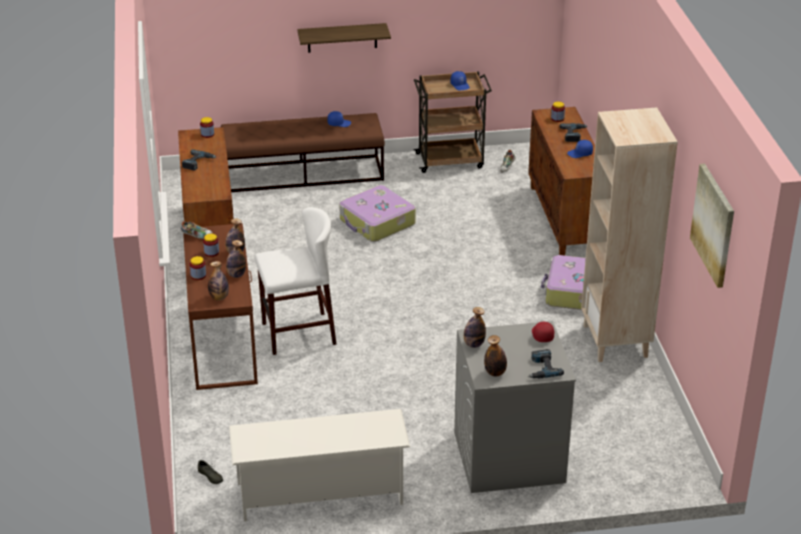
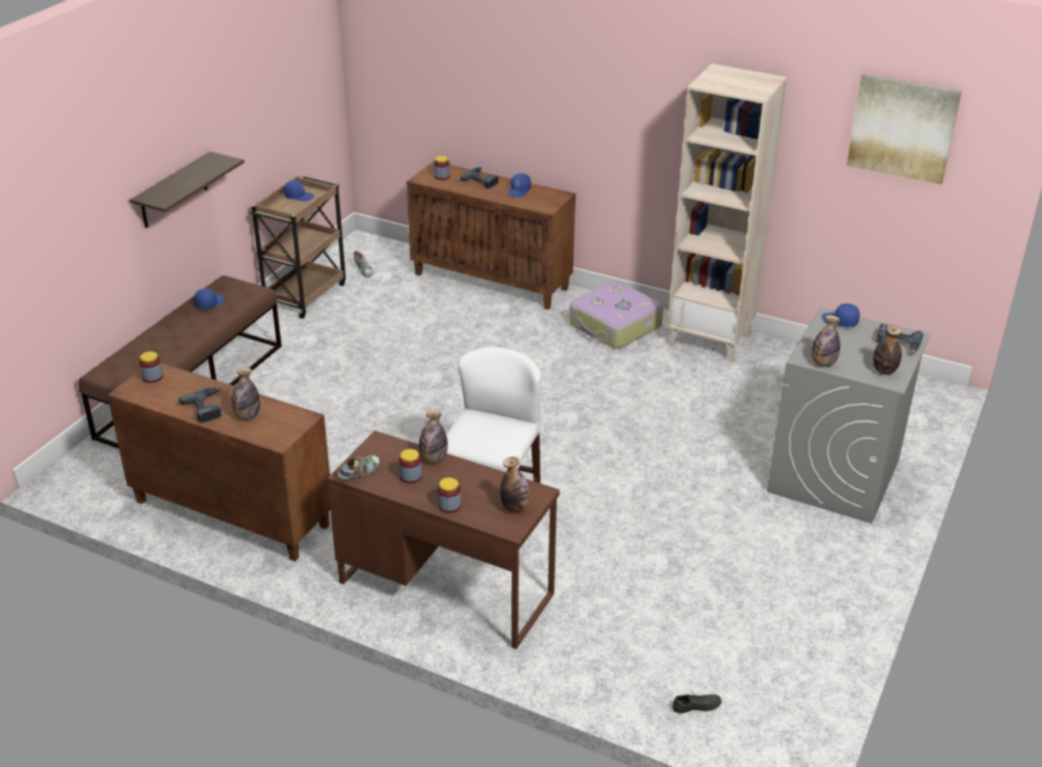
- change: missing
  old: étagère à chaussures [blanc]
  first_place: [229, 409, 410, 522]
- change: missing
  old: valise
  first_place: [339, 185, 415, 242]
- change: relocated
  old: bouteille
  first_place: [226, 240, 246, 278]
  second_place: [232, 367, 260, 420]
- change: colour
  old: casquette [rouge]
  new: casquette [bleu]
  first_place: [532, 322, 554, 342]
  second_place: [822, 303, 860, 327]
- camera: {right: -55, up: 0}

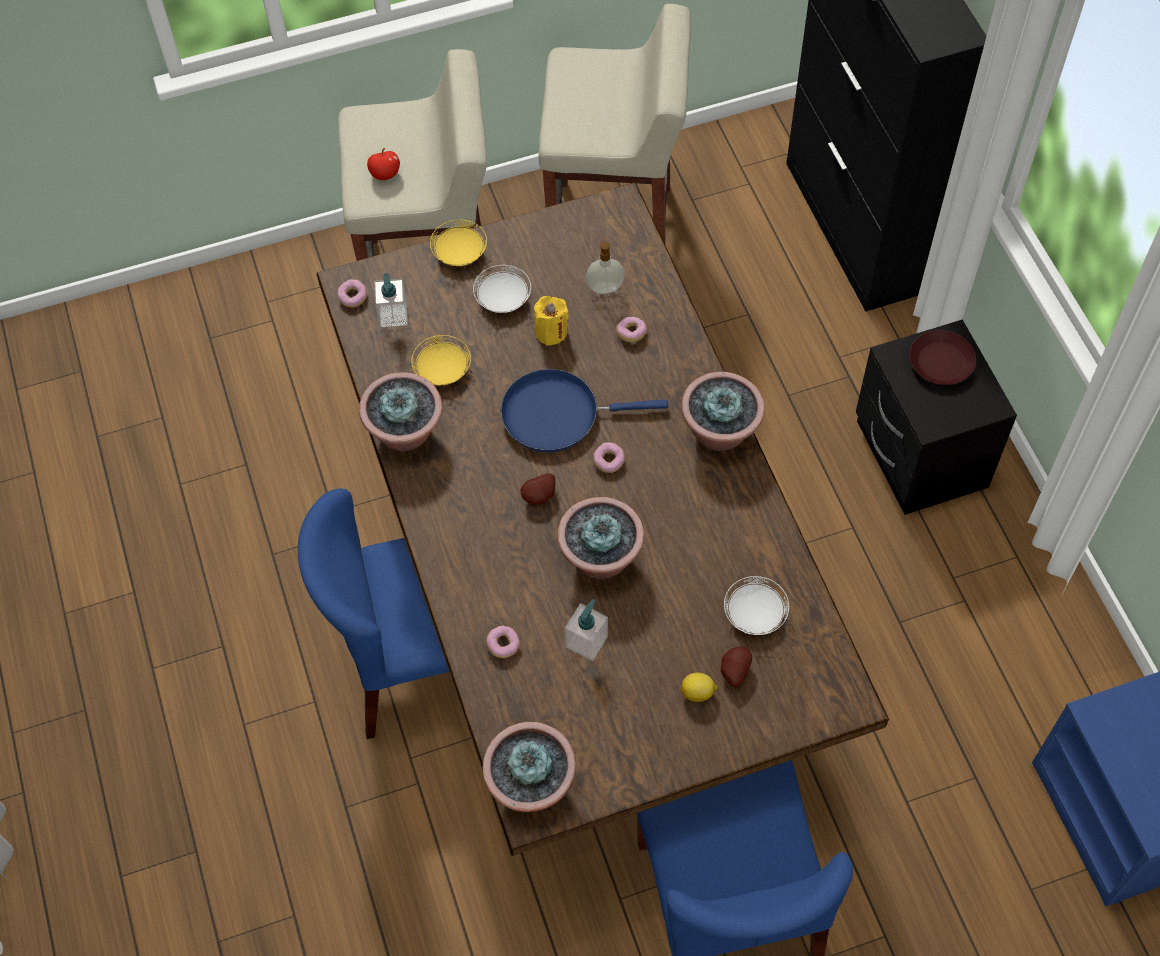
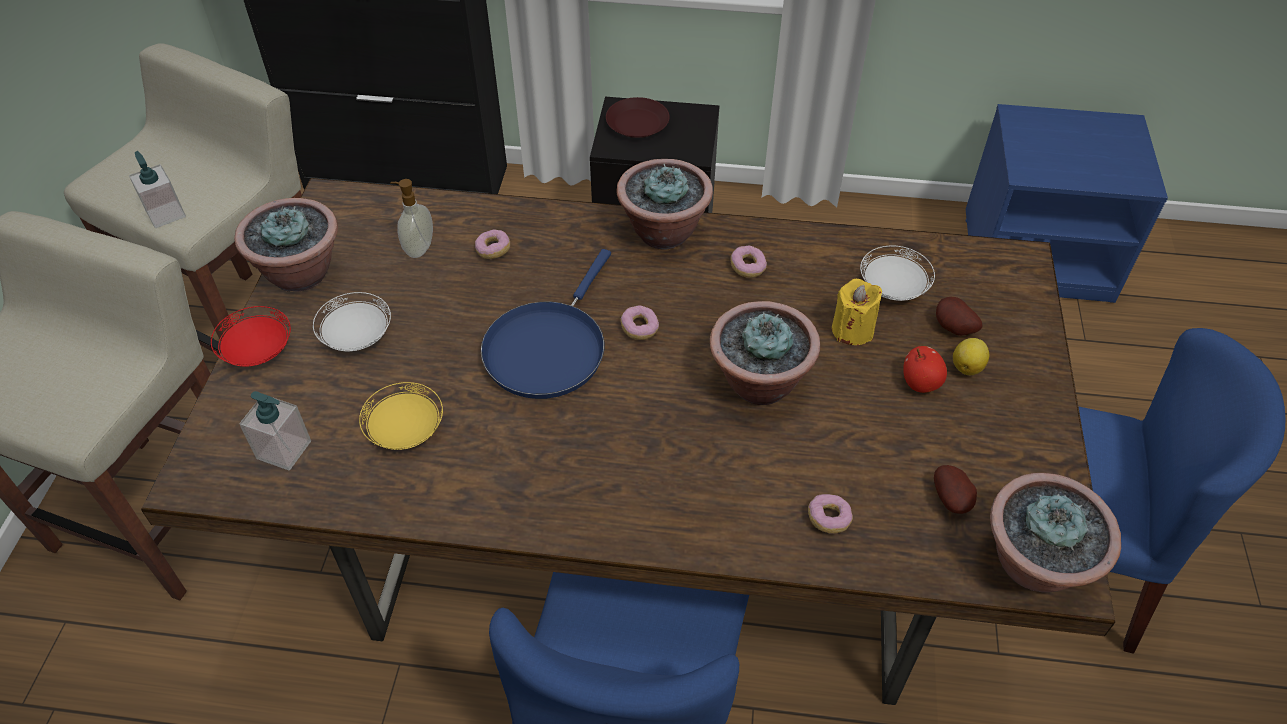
- change: relocated
  old: beignet
  first_place: [337, 279, 367, 308]
  second_place: [730, 246, 767, 278]
- change: relocated
  old: plante en pot
  first_place: [359, 372, 442, 451]
  second_place: [234, 198, 338, 292]
- change: relocated
  old: pomme
  first_place: [367, 148, 400, 180]
  second_place: [903, 346, 947, 393]
- change: relocated
  old: pomme de terre
  first_place: [520, 473, 555, 505]
  second_place: [934, 465, 977, 514]
- change: relocated
  old: bougie [jaune]
  first_place: [534, 296, 569, 345]
  second_place: [832, 279, 882, 345]
- change: relocated
  old: distributeur de savon
  first_place: [565, 599, 608, 661]
  second_place: [129, 151, 186, 228]
- change: colour
  old: assiette [jaune]
  new: assiette [rouge]
  first_place: [430, 219, 487, 266]
  second_place: [211, 306, 291, 367]
- camera: {right: -65, up: -10}

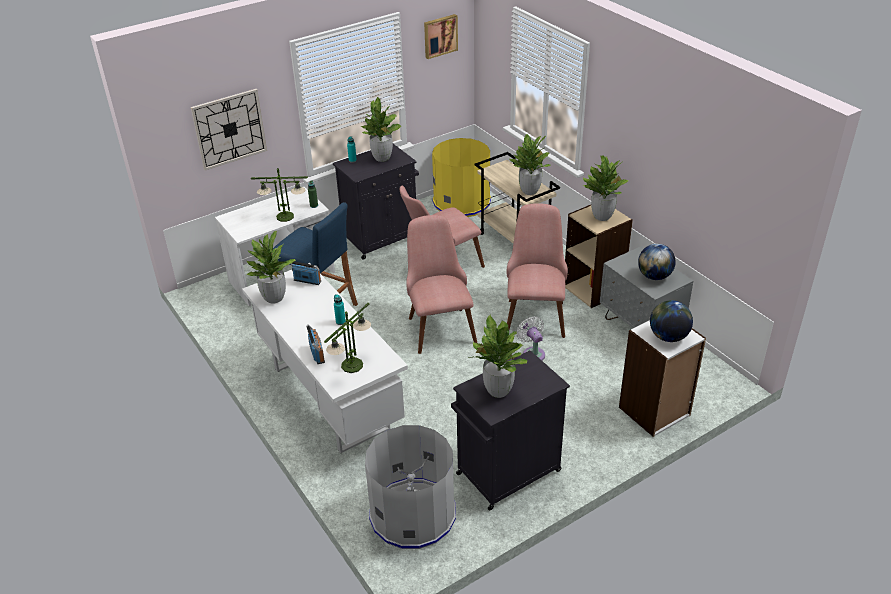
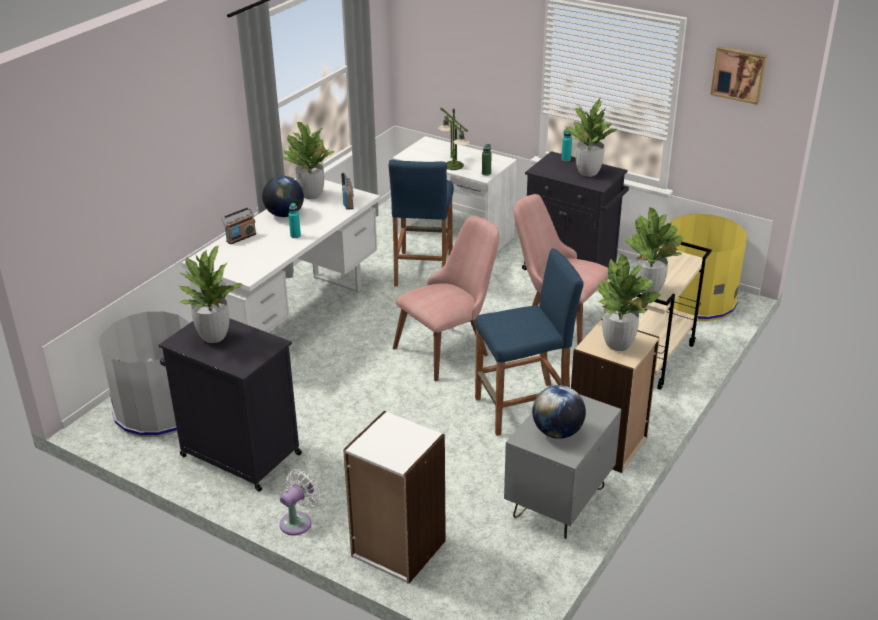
- change: missing
  old: horloge murale
  first_place: [191, 89, 267, 170]
- change: missing
  old: lampe de table
  first_place: [324, 303, 371, 373]
- change: relocated
  old: ventilateur [blanc]
  first_place: [517, 316, 545, 360]
  second_place: [280, 469, 320, 535]
- change: relocated
  old: globe
  first_place: [650, 300, 693, 342]
  second_place: [262, 176, 304, 217]
- change: exchanged
  old: chaise [rose]
  new: tabouret [bleu]
  first_place: [506, 203, 568, 338]
  second_place: [475, 248, 584, 436]
- camera: {right: 65, up: -5}

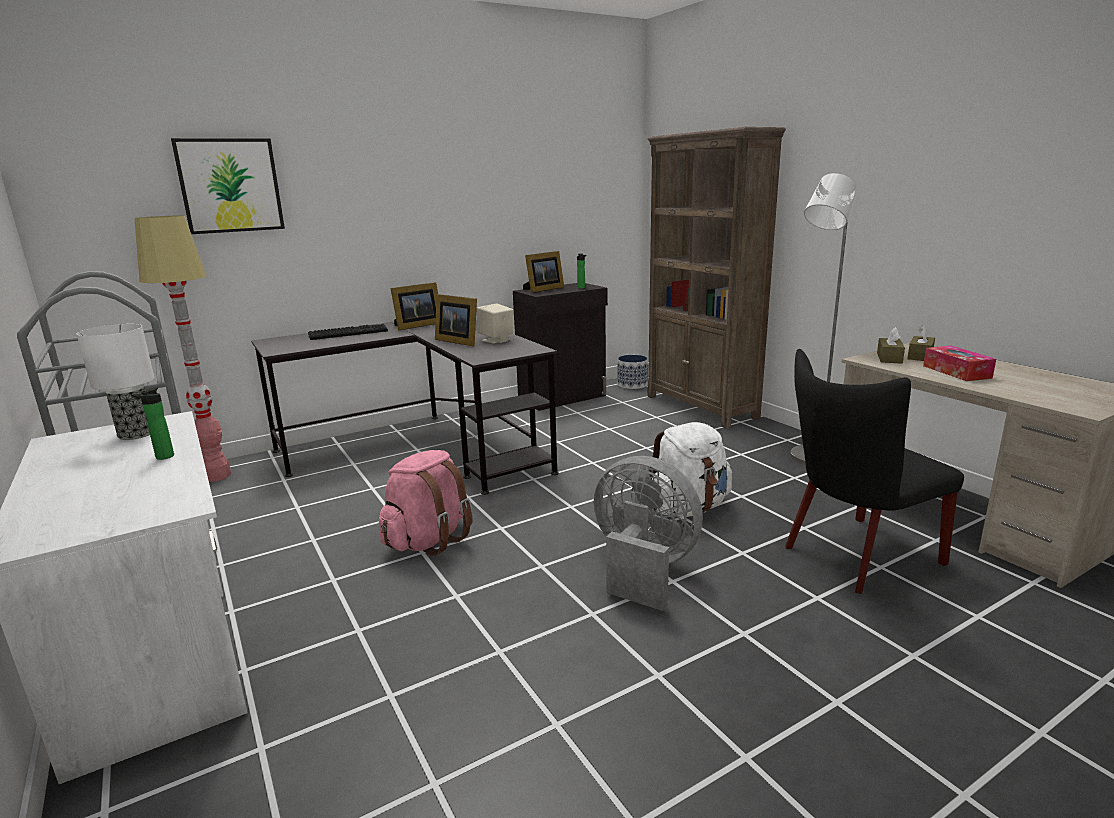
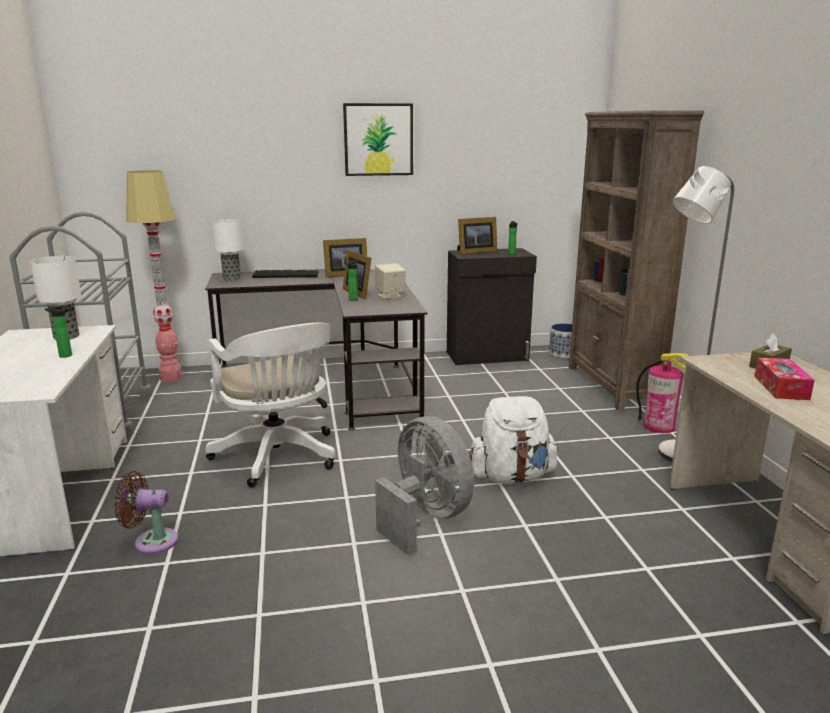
- change: missing
  old: chaise [noir]
  first_place: [785, 349, 964, 594]
- change: missing
  old: boîte à mouchoirs [marron]
  first_place: [877, 327, 905, 364]
- change: appeared
  new: ventilateur [marron]
  second_place: [114, 471, 179, 554]
- change: appeared
  new: lampe de table
  second_place: [212, 219, 244, 281]
- change: appeared
  new: bouteille
  second_place: [344, 261, 358, 301]
- change: appeared
  new: extincteur
  second_place: [636, 353, 690, 433]
- change: relocated
  old: tableau
  first_place: [171, 138, 285, 234]
  second_place: [343, 103, 413, 176]
- change: exchanged
  old: sac à dos [rose]
  new: chaise de bureau [blanc]
  first_place: [379, 450, 473, 556]
  second_place: [206, 323, 336, 488]
- camera: {right: 20, up: 0}

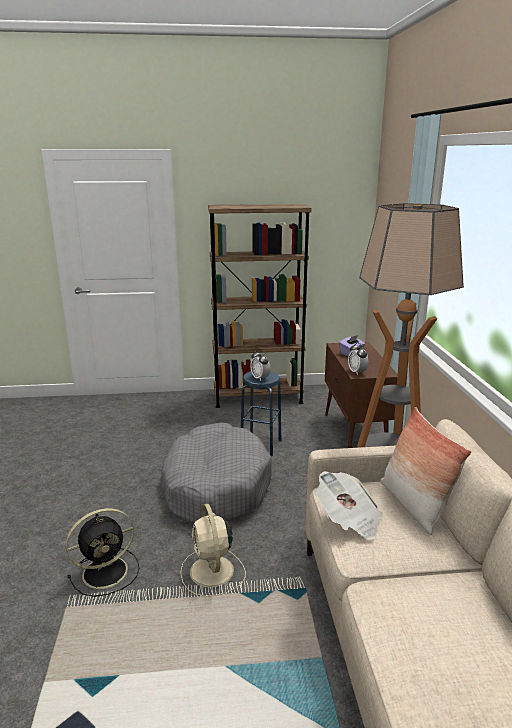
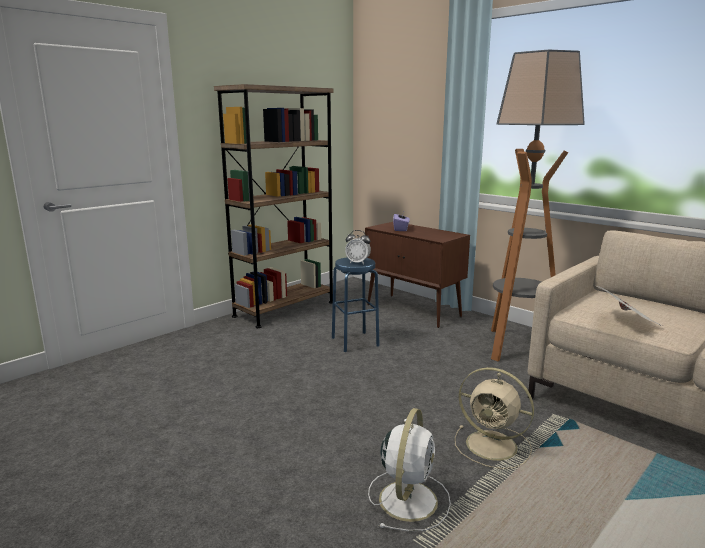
- change: missing
  old: panier pour chien [gris]
  first_place: [161, 422, 272, 524]
- change: missing
  old: réveil
  first_place: [348, 342, 368, 375]
- change: missing
  old: coussin
  first_place: [380, 407, 471, 535]
- change: colour
  old: ventilateur [noir]
  new: ventilateur [blanc]
  first_place: [66, 508, 139, 597]
  second_place: [368, 408, 451, 531]
- camera: {right: -40, up: -5}

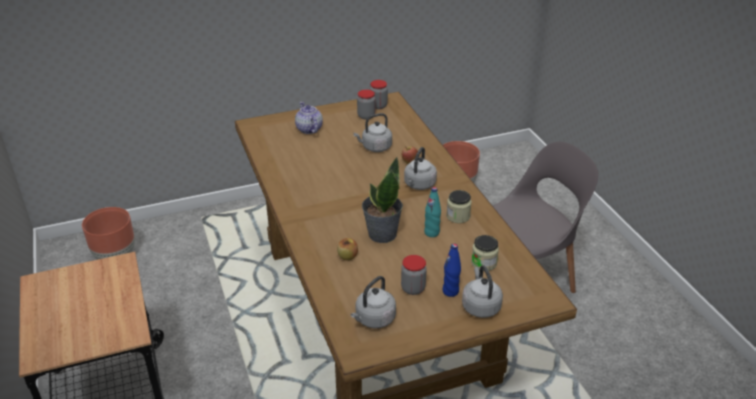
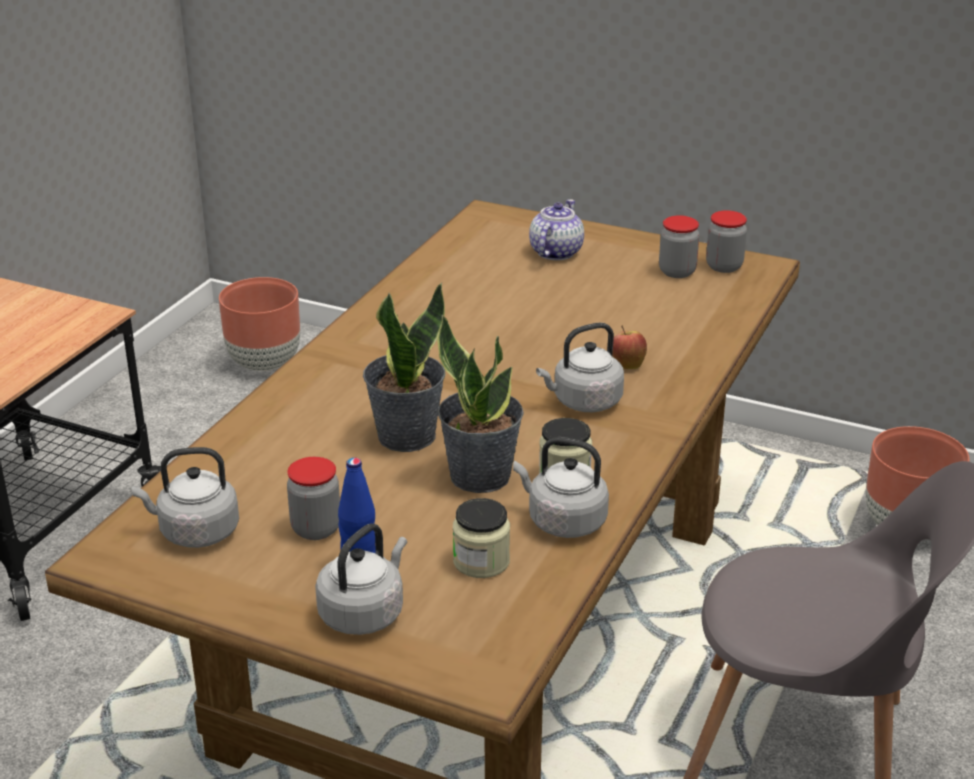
- change: missing
  old: pomme
  first_place: [337, 238, 358, 260]
- change: relocated
  old: bouilloire [gris]
  first_place: [353, 113, 392, 152]
  second_place: [513, 437, 609, 538]
- change: exchanged
  old: bouteille [turquoise]
  new: plante en pot
  first_place: [424, 187, 441, 237]
  second_place: [437, 315, 524, 493]
- camera: {right: 45, up: -5}

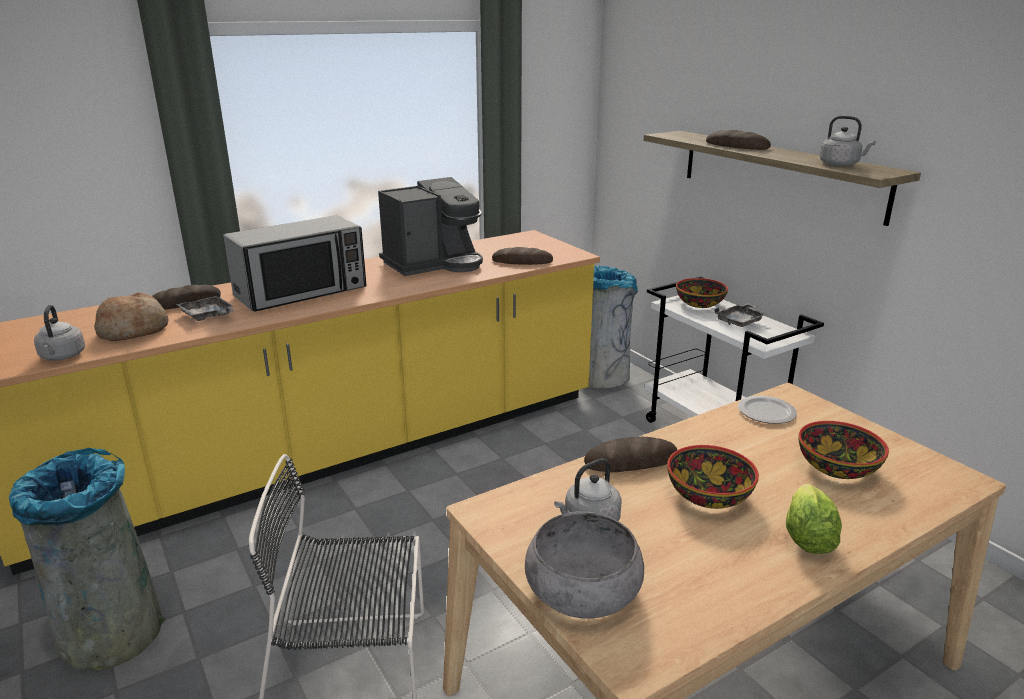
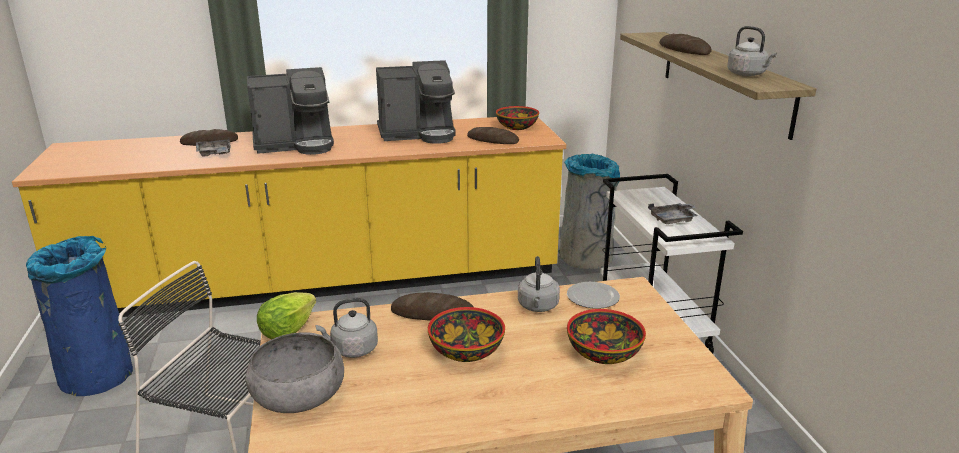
- change: missing
  old: pain
  first_place: [94, 292, 169, 341]
- change: relocated
  old: bouilloire [gris]
  first_place: [34, 305, 85, 361]
  second_place: [518, 256, 560, 312]
- change: relocated
  old: bol
  first_place: [676, 278, 728, 308]
  second_place: [496, 106, 539, 130]
- change: relocated
  old: laitue
  first_place: [786, 484, 842, 554]
  second_place: [257, 292, 316, 339]
- change: exchanged
  old: micro-ondes
  new: machine à café
  first_place: [223, 216, 367, 312]
  second_place: [247, 67, 334, 155]
- change: colour
  old: poubelle [gris]
  new: poubelle [bleu]
  first_place: [9, 448, 165, 670]
  second_place: [26, 236, 133, 396]
- camera: {right: 20, up: 0}

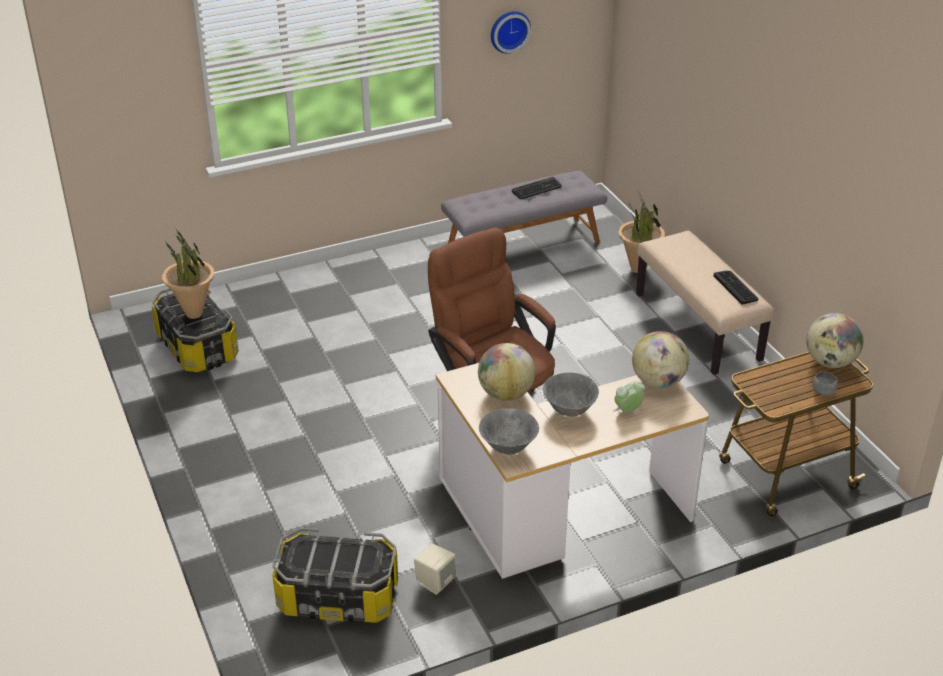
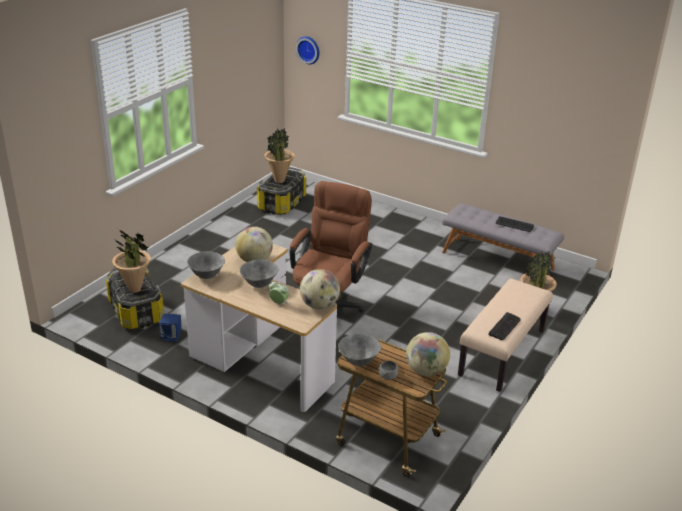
- change: appeared
  new: plante en pot
  second_place: [112, 229, 151, 293]
- change: appeared
  new: bol [gris]
  second_place: [338, 333, 381, 366]
- change: relocated
  old: horloge murale
  first_place: [491, 11, 531, 53]
  second_place: [296, 36, 320, 64]
- change: colour
  old: enceinte [beige]
  new: enceinte [bleu]
  first_place: [414, 543, 457, 595]
  second_place: [159, 314, 182, 342]
- camera: {right: 55, up: -5}

